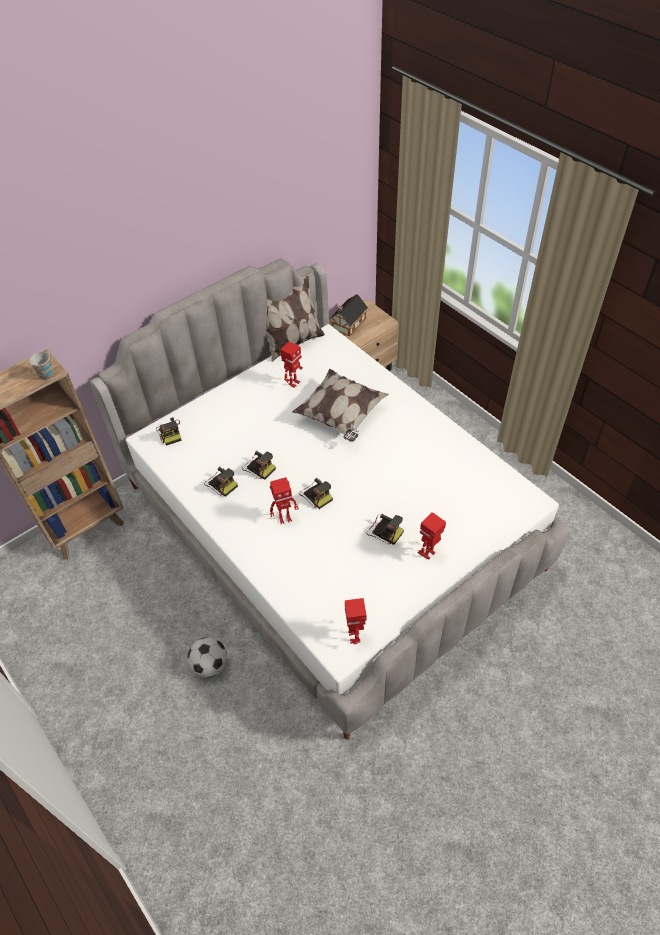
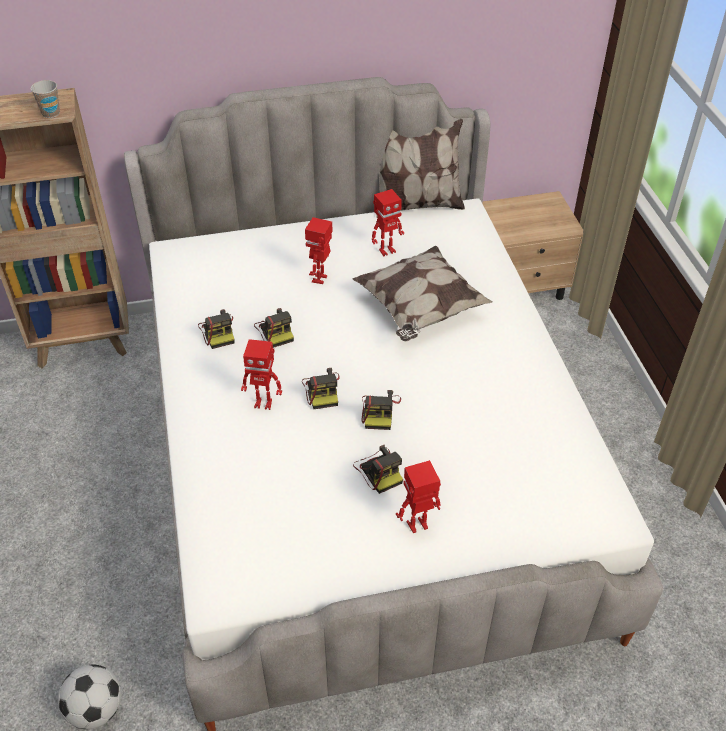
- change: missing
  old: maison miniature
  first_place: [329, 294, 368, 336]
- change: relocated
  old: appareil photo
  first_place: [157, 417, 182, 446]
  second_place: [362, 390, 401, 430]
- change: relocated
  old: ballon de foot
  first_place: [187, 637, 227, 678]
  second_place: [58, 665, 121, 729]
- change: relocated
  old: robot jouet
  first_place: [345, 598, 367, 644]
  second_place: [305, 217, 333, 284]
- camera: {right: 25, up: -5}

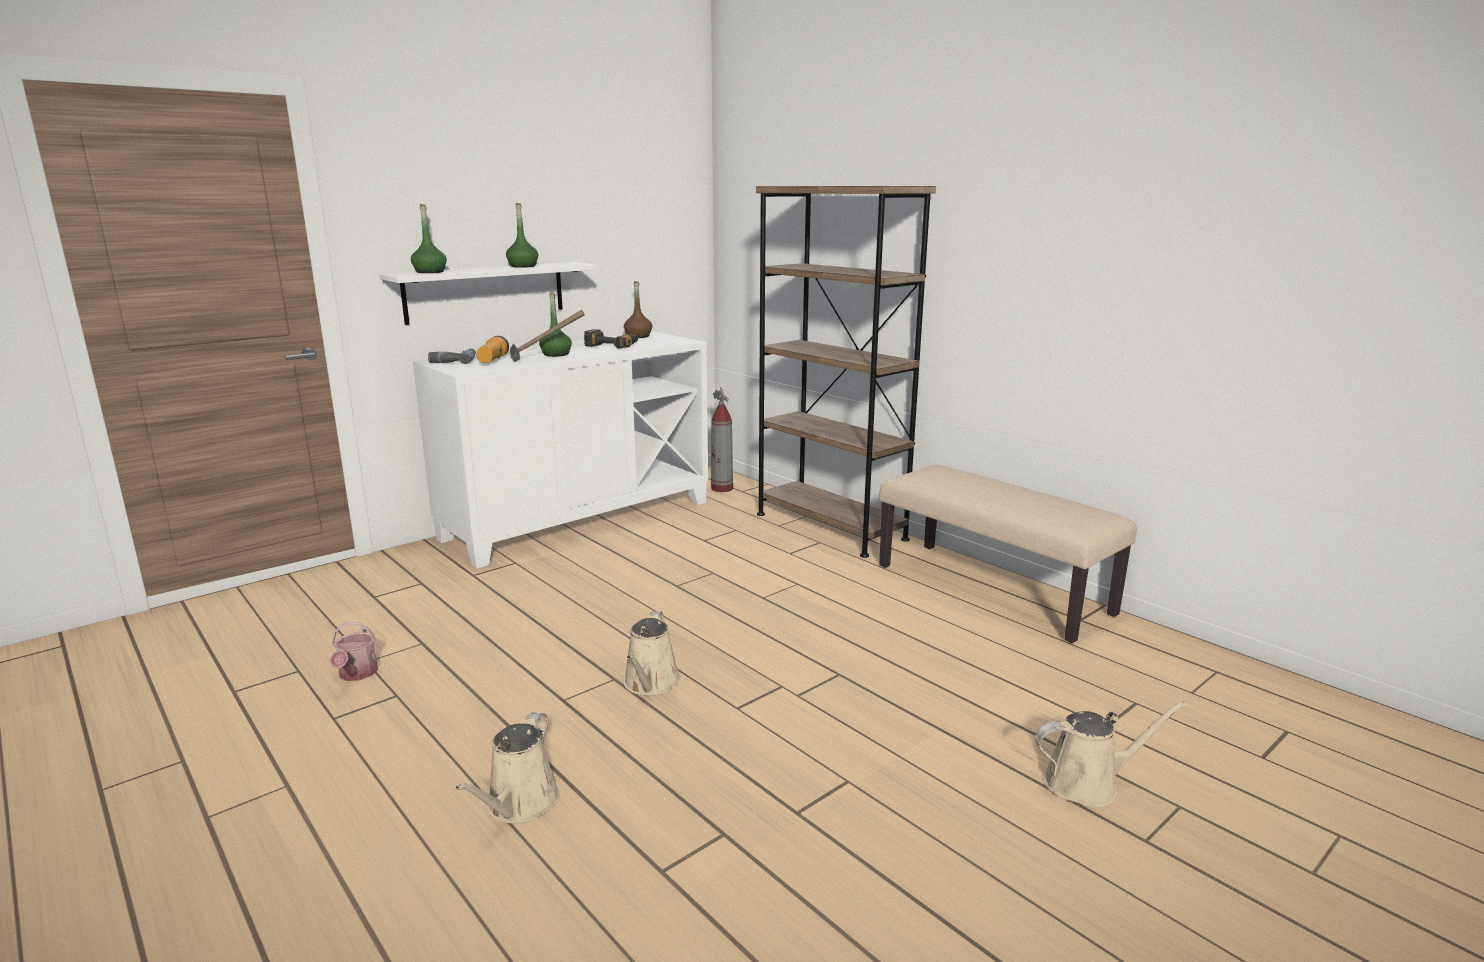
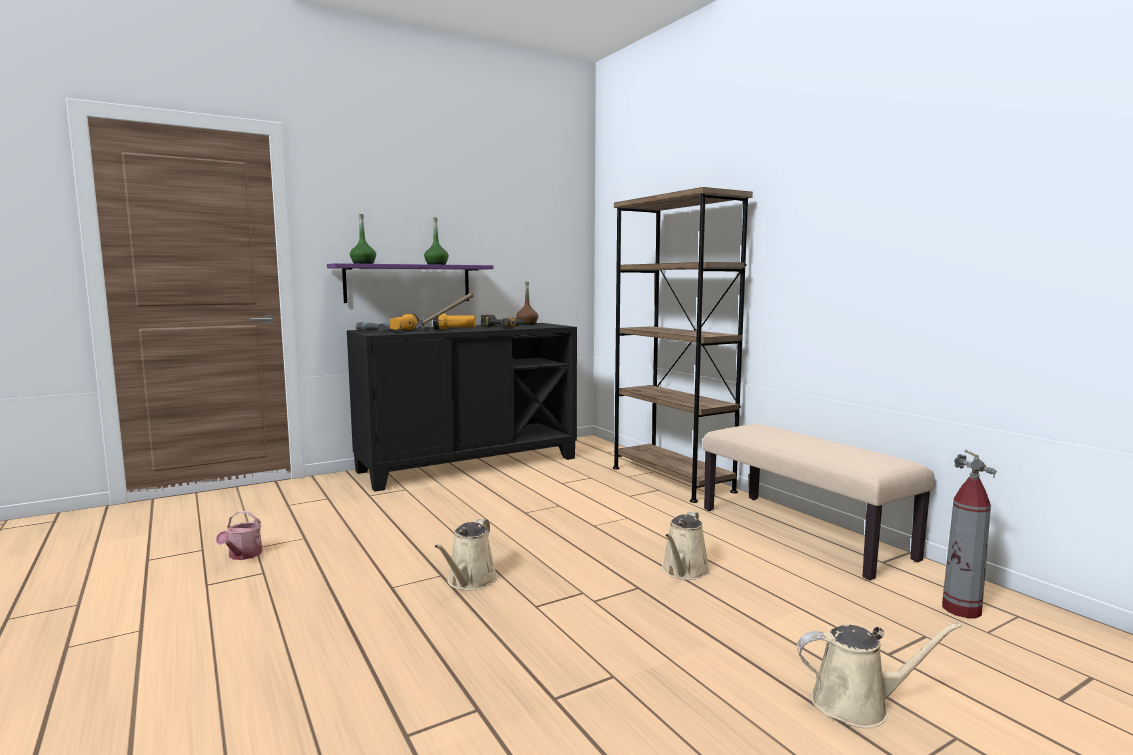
- change: relocated
  old: arrosoir [beige]
  first_place: [455, 712, 560, 824]
  second_place: [661, 512, 711, 580]
- change: relocated
  old: extincteur
  first_place: [711, 387, 733, 492]
  second_place: [942, 450, 997, 618]
- change: exchanged
  old: bouteille [vert]
  new: lampe de poche
  first_place: [539, 292, 572, 357]
  second_place: [433, 314, 476, 329]
- change: colour
  old: étagère [blanc]
  new: étagère [violet]
  first_place: [379, 262, 597, 325]
  second_place: [327, 263, 494, 303]
- change: colour
  old: meuble de rangement [blanc]
  new: meuble de rangement [noir]
  first_place: [413, 331, 708, 569]
  second_place: [347, 323, 577, 492]
- camera: {right: 10, up: -10}

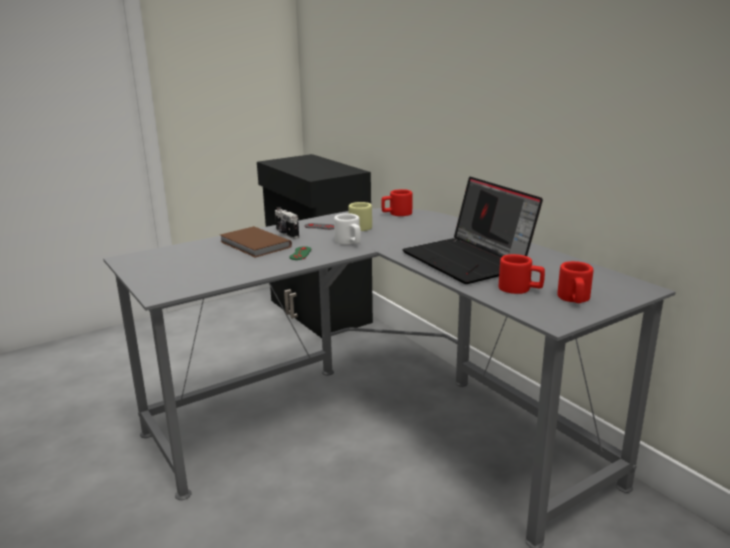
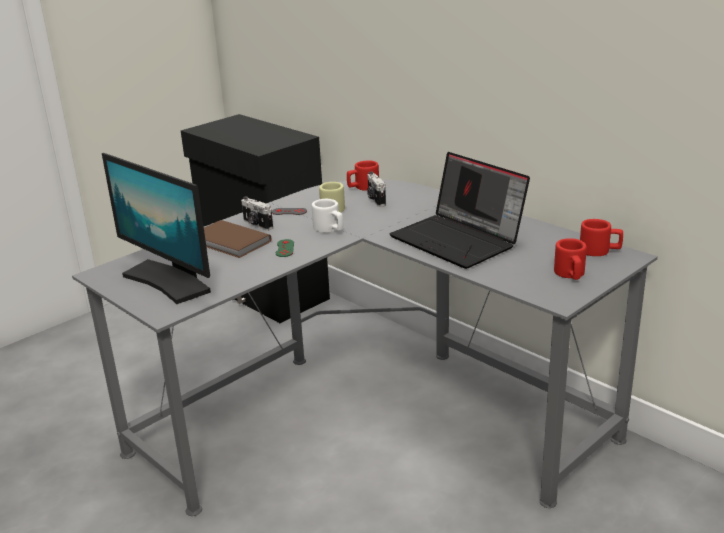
- change: appeared
  new: écran d'ordinateur
  second_place: [102, 153, 211, 304]
- change: appeared
  new: appareil photo
  second_place: [367, 172, 386, 207]
- change: relocated
  old: mug [rouge]
  first_place: [498, 254, 545, 294]
  second_place: [580, 219, 623, 256]
- camera: {right: -10, up: 5}

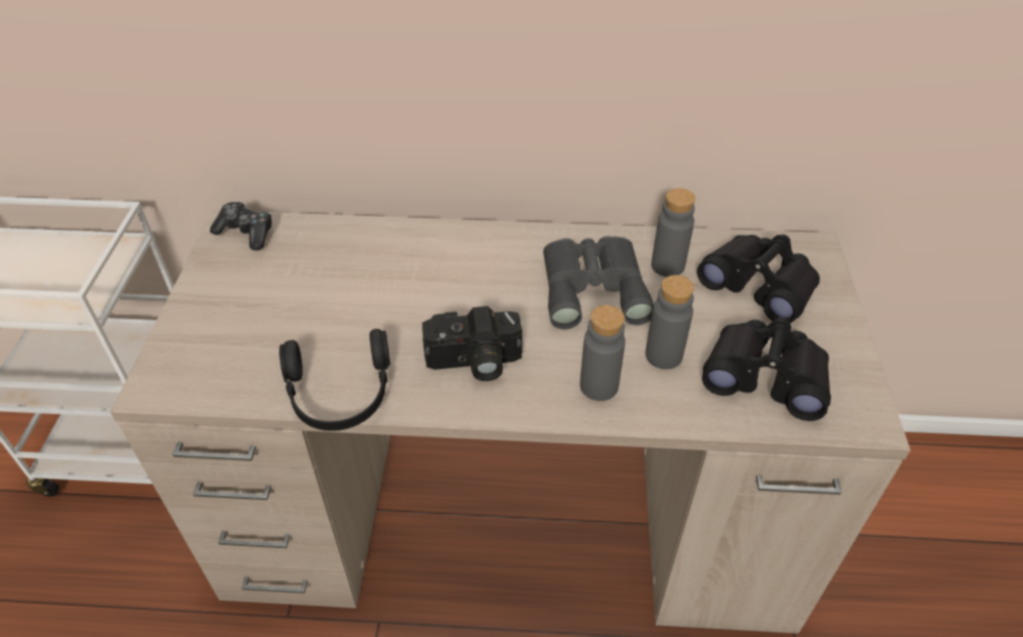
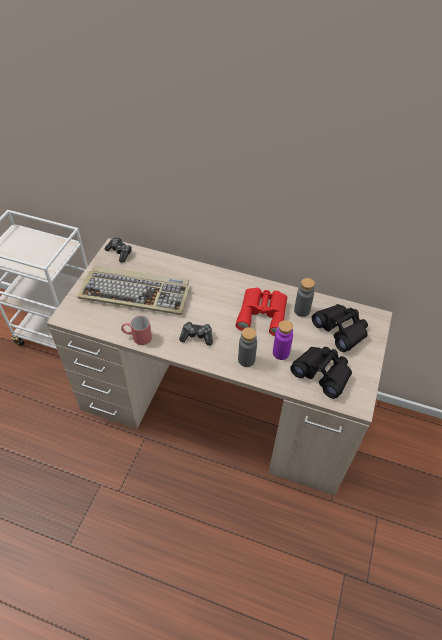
- change: appeared
  new: clavier
  second_place: [78, 265, 190, 315]
- change: exchanged
  old: casque audio [noir]
  new: mug [rouge]
  first_place: [279, 329, 390, 431]
  second_place: [121, 316, 152, 345]
- change: exchanged
  old: appareil photo
  new: manette
  first_place: [422, 306, 522, 381]
  second_place: [179, 322, 213, 346]
- change: colour
  old: jumelles [gris]
  new: jumelles [rouge]
  first_place: [543, 236, 654, 329]
  second_place: [236, 288, 287, 336]
- change: colour
  old: bouteille [gris]
  new: bouteille [violet]
  first_place: [645, 275, 694, 369]
  second_place: [273, 320, 293, 360]
- camera: {right: 15, up: 5}

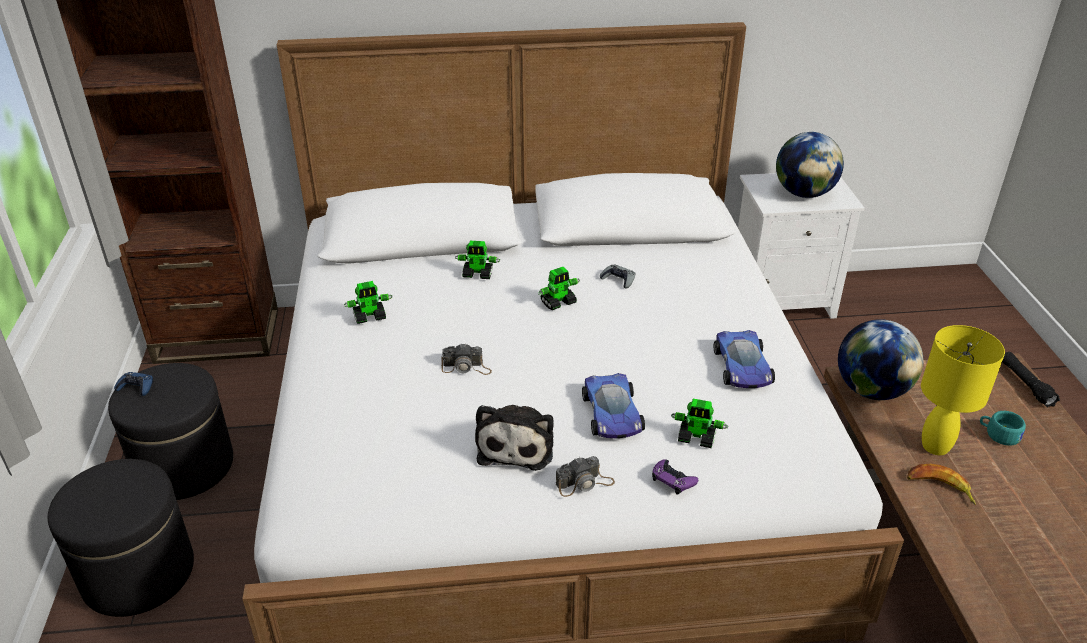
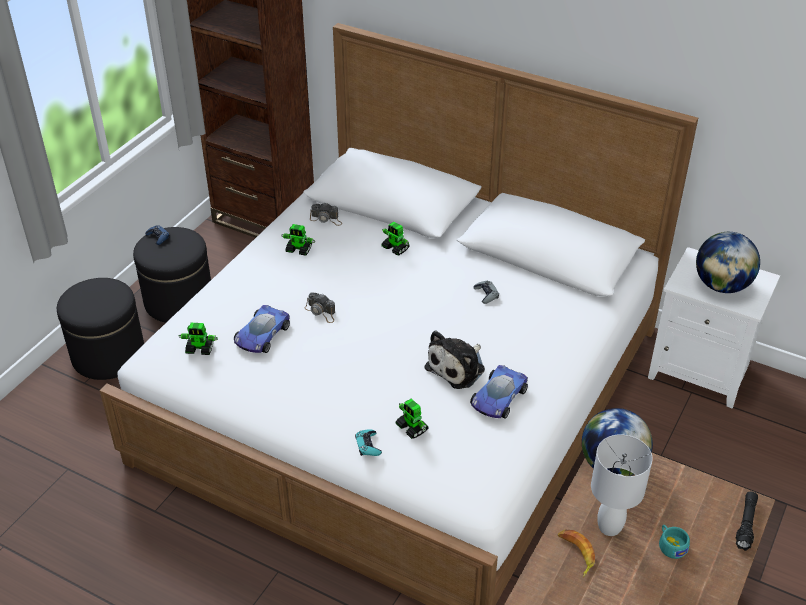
- change: relocated
  old: peluche
  first_place: [475, 405, 554, 471]
  second_place: [425, 330, 485, 389]
- change: relocated
  old: robot jouet
  first_place: [538, 267, 580, 310]
  second_place: [179, 323, 218, 355]
- change: relocated
  old: appareil photo
  first_place: [556, 456, 615, 497]
  second_place: [310, 203, 342, 226]
- change: relocated
  old: petite voiture
  first_place: [582, 373, 645, 438]
  second_place: [234, 305, 290, 353]
- change: colour
  old: manette [violet]
  new: manette [turquoise]
  first_place: [652, 459, 698, 495]
  second_place: [355, 429, 382, 456]
- change: colour
  old: lampe de table [jaune]
  new: lampe de table [blanc]
  first_place: [921, 325, 1005, 455]
  second_place: [591, 434, 653, 536]
- camera: {right: 35, up: 5}

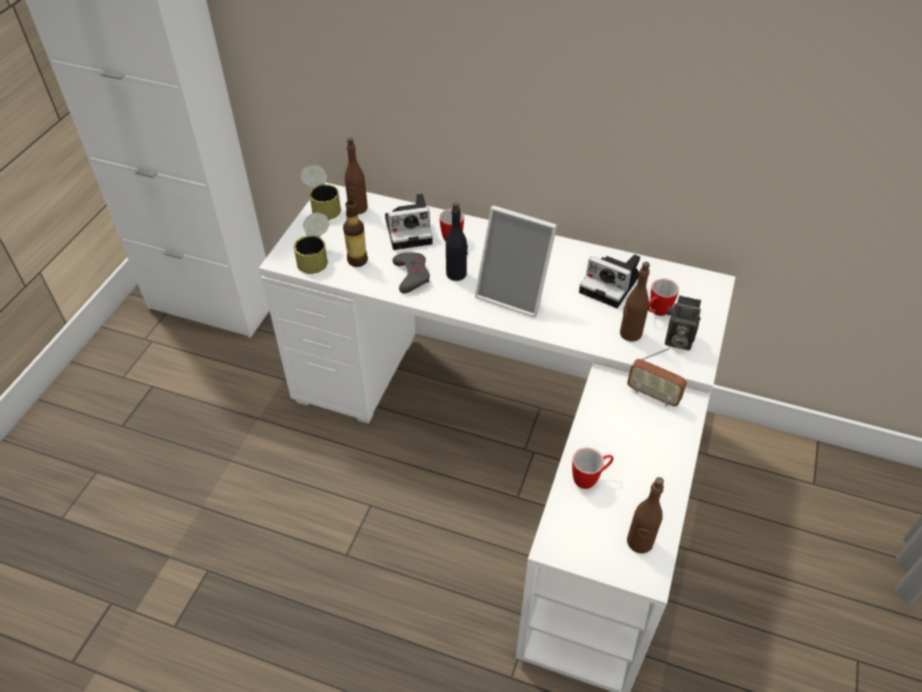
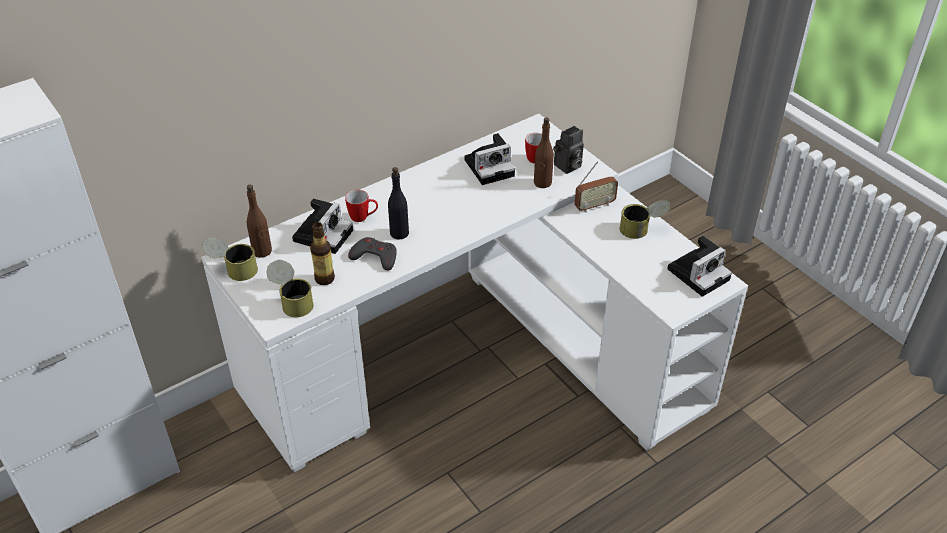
- change: missing
  old: cadre photo
  first_place: [475, 205, 557, 318]
- change: missing
  old: mug
  first_place: [572, 448, 614, 489]
- change: appeared
  new: boîte métallique
  second_place: [620, 200, 670, 239]
- change: exchanged
  old: bouteille [marron]
  new: appareil photo
  first_place: [627, 477, 664, 554]
  second_place: [667, 236, 732, 297]
- camera: {right: -55, up: -5}

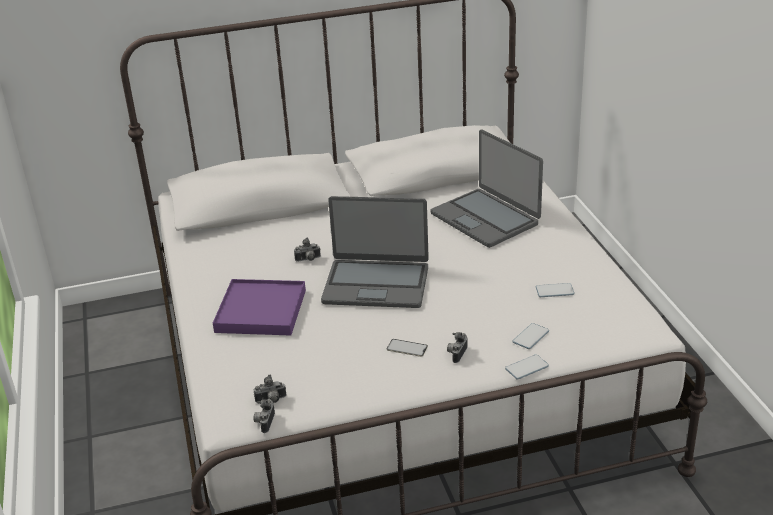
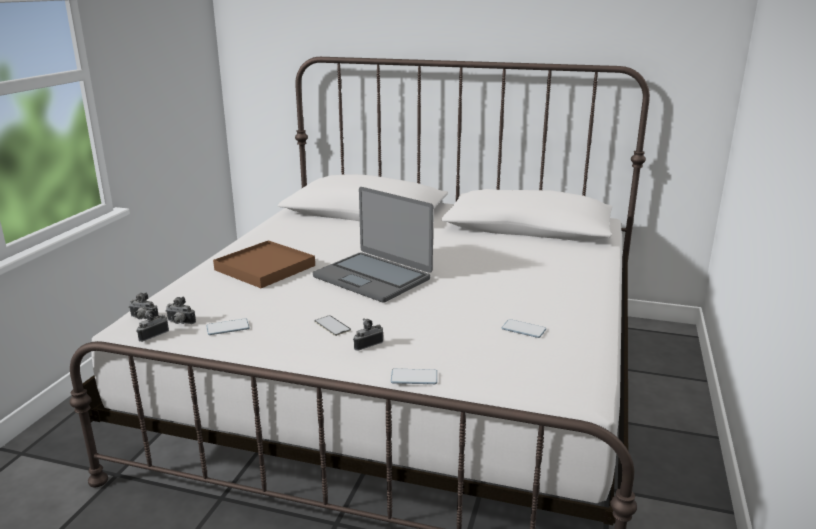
- change: missing
  old: ordinateur portable
  first_place: [431, 130, 543, 248]
- change: relocated
  old: appareil photo
  first_place: [294, 238, 321, 262]
  second_place: [129, 293, 159, 319]
- change: relocated
  old: téléphone
  first_place: [512, 323, 549, 349]
  second_place: [206, 319, 249, 335]
- change: colour
  old: plateau [violet]
  new: plateau [marron]
  first_place: [213, 279, 306, 336]
  second_place: [213, 241, 315, 288]
- camera: {right: 30, up: -10}

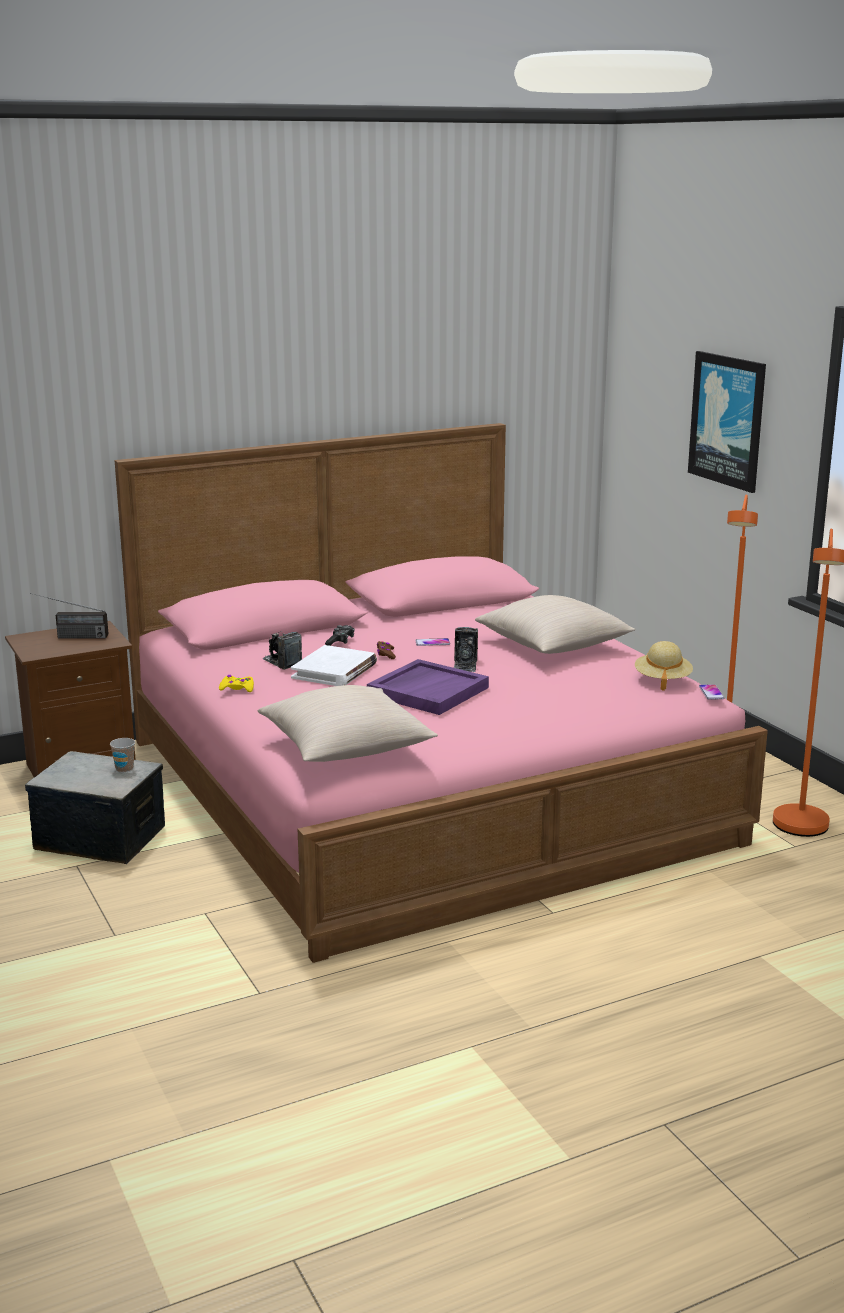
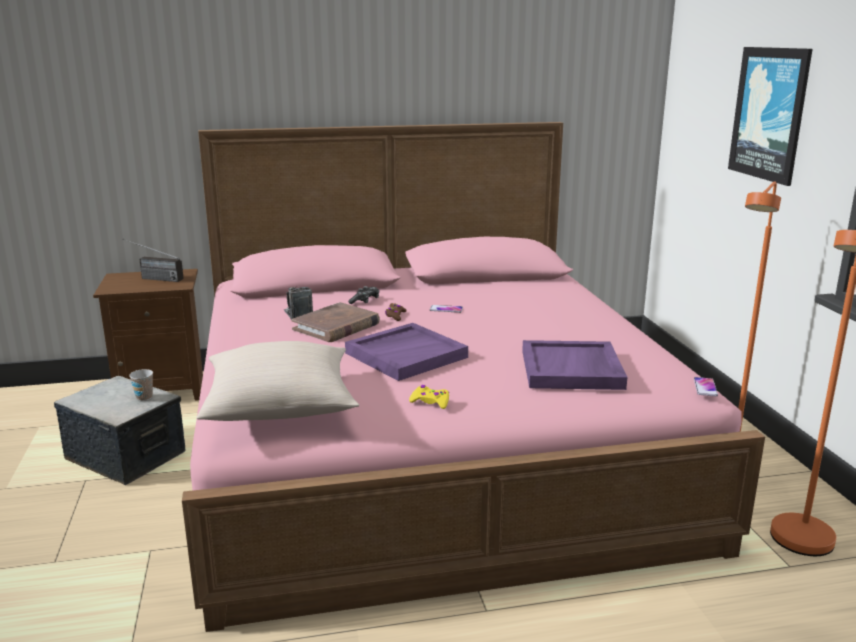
- change: missing
  old: appareil photo
  first_place: [454, 627, 478, 672]
- change: missing
  old: coussin [beige]
  first_place: [475, 595, 635, 654]
- change: missing
  old: chapeau [beige]
  first_place: [635, 641, 693, 691]
- change: appeared
  new: plateau [violet]
  second_place: [522, 340, 628, 390]
- change: relocated
  old: manette [jaune]
  first_place: [219, 675, 254, 692]
  second_place: [409, 385, 449, 409]
- change: colour
  old: livre [blanc]
  new: livre [marron]
  first_place: [291, 645, 377, 686]
  second_place: [291, 302, 380, 342]
- camera: {right: 15, up: 0}

